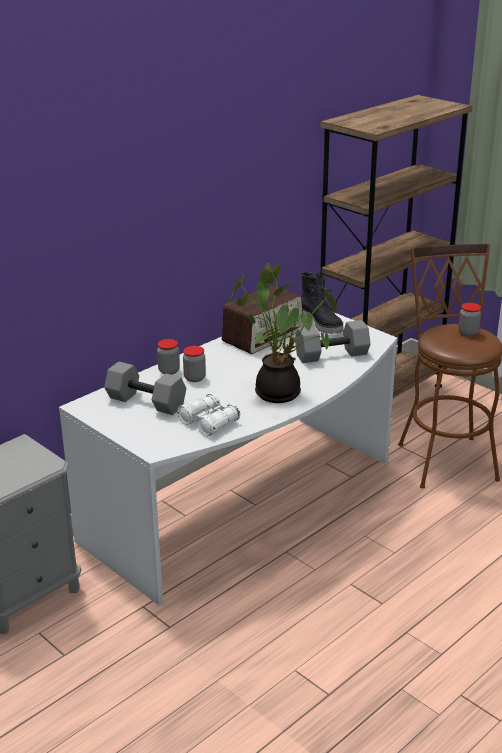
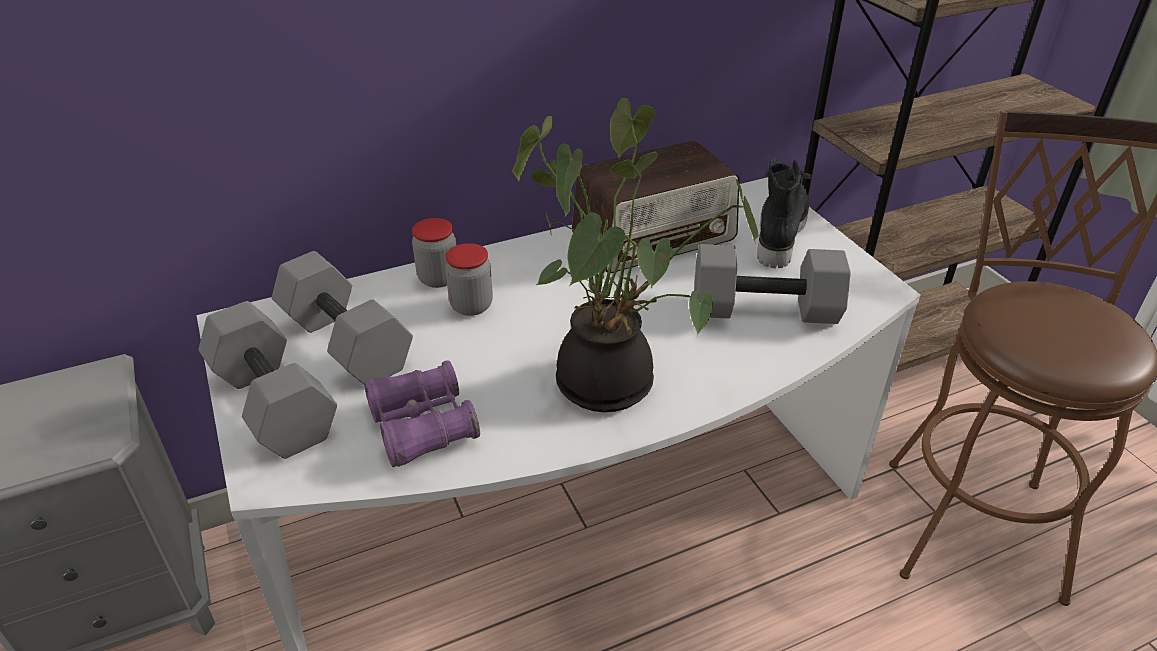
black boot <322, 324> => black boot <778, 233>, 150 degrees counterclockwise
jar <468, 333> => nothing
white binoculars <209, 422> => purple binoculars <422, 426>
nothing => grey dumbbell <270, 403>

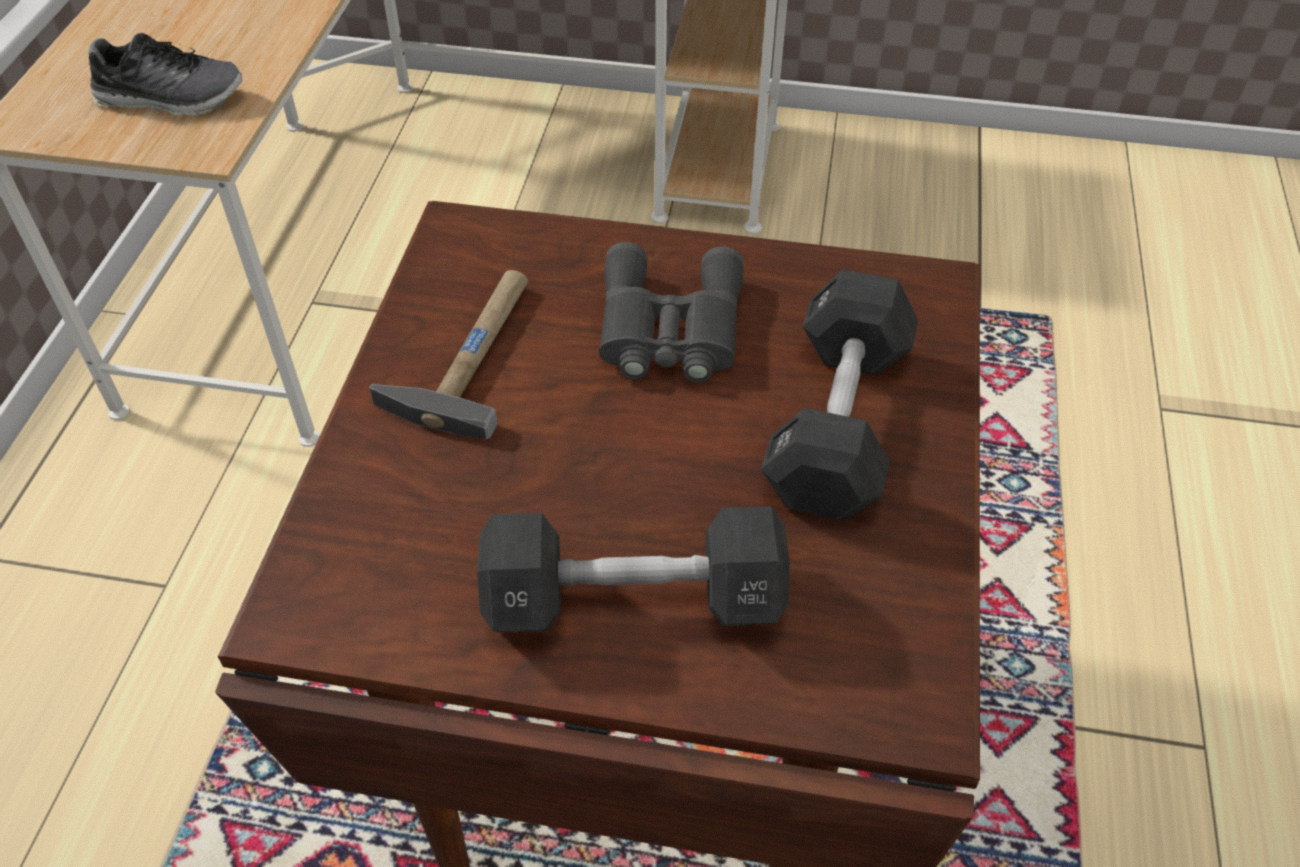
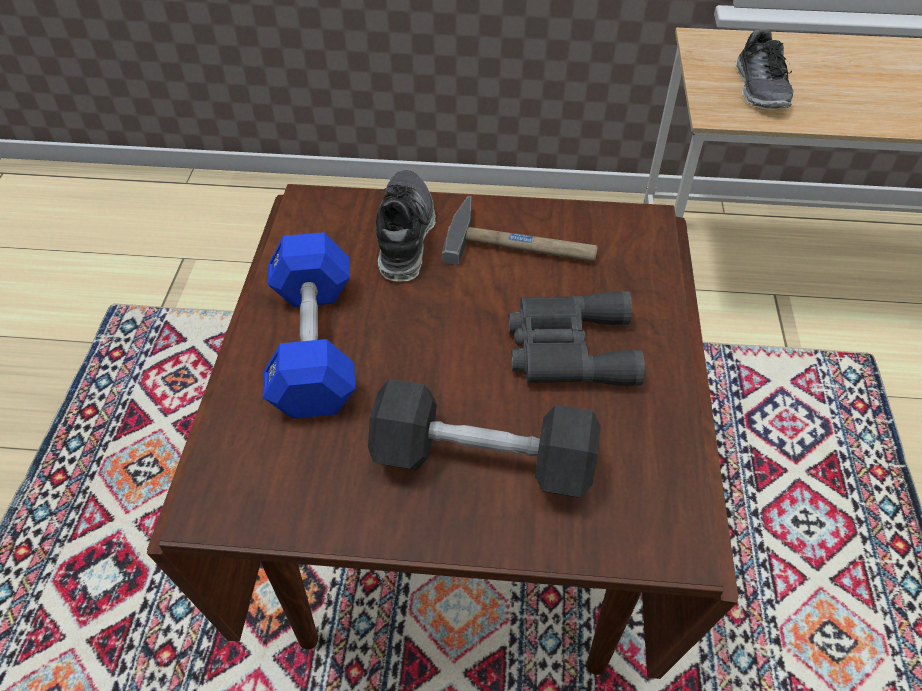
black dumbbell <634, 601> => blue dumbbell <314, 345>
nothing => shoe <404, 235>

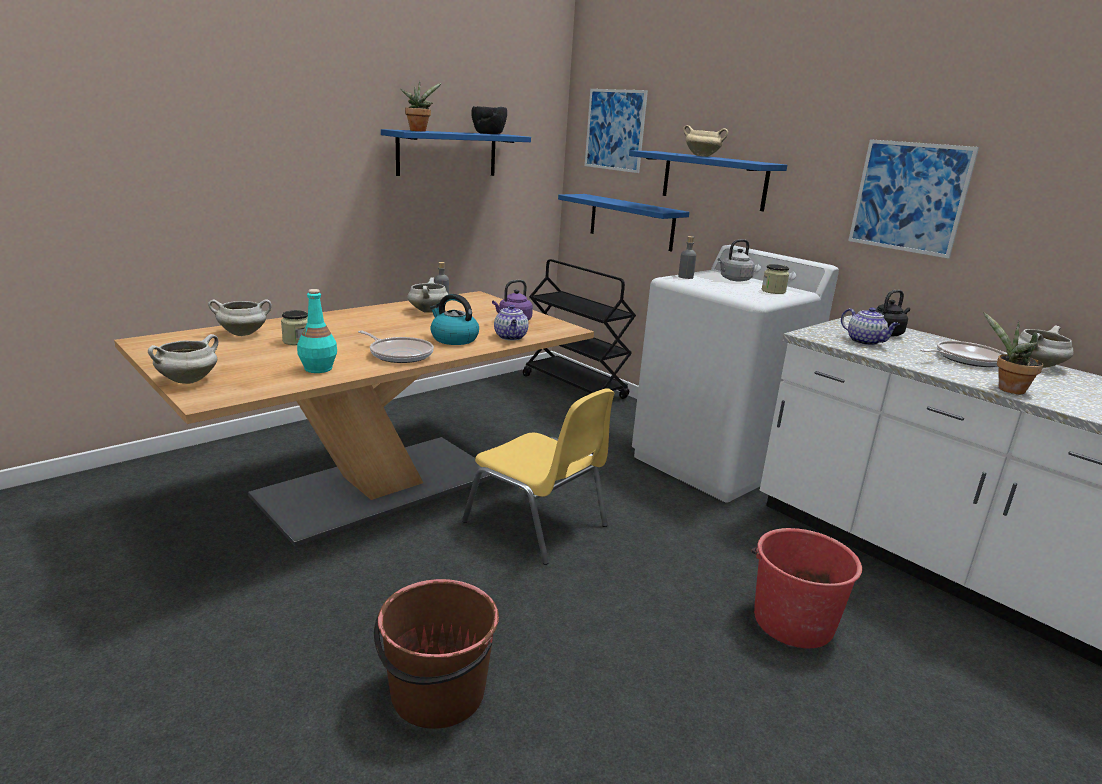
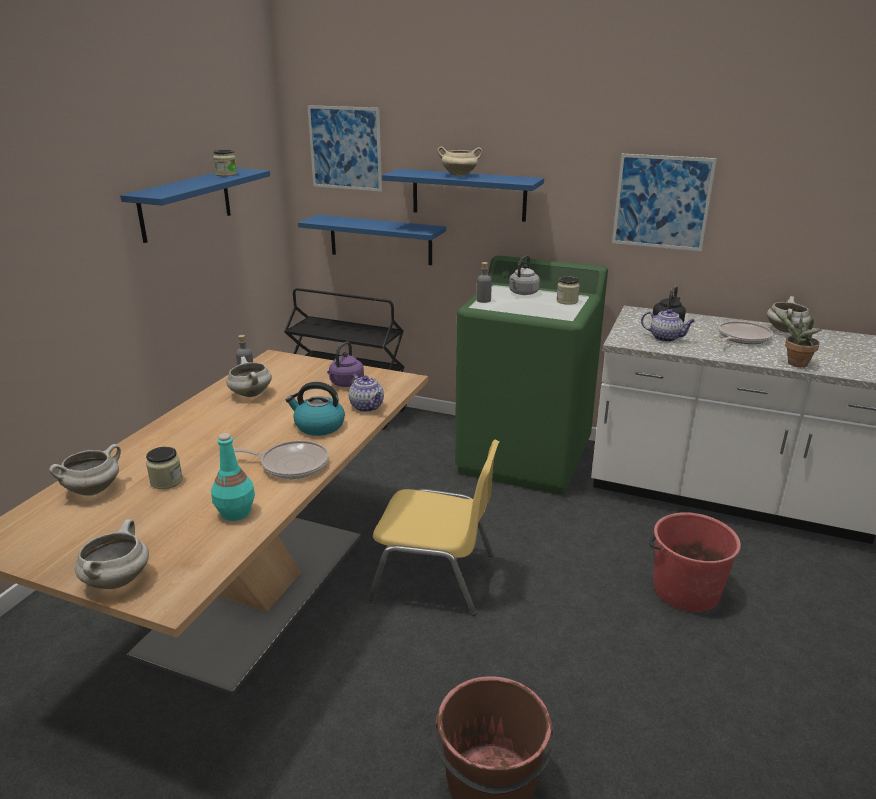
potted plant <419, 131> => nothing
black bowl <489, 133> => jar <226, 174>
white washing machine <714, 463> => green washing machine <525, 457>

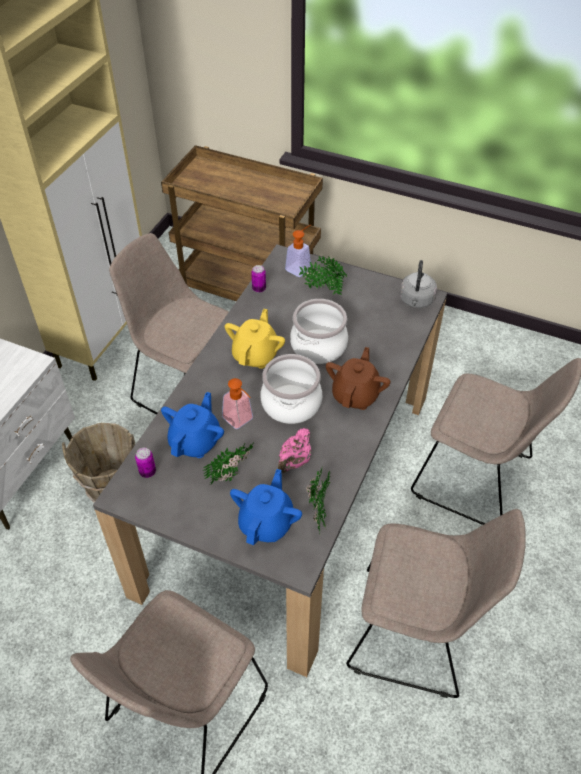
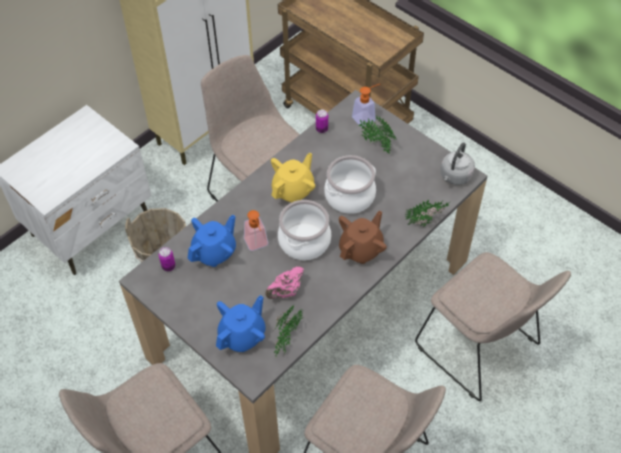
potted plant <232, 475> => potted plant <427, 223>, relocated

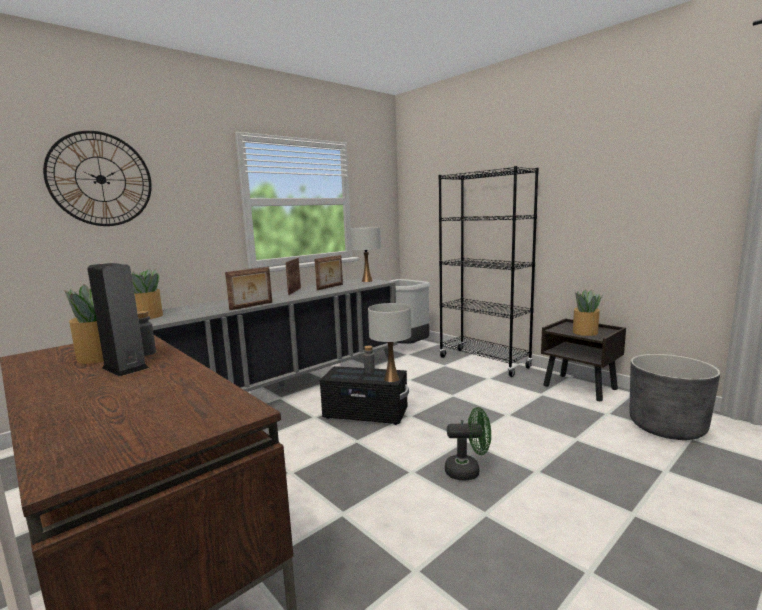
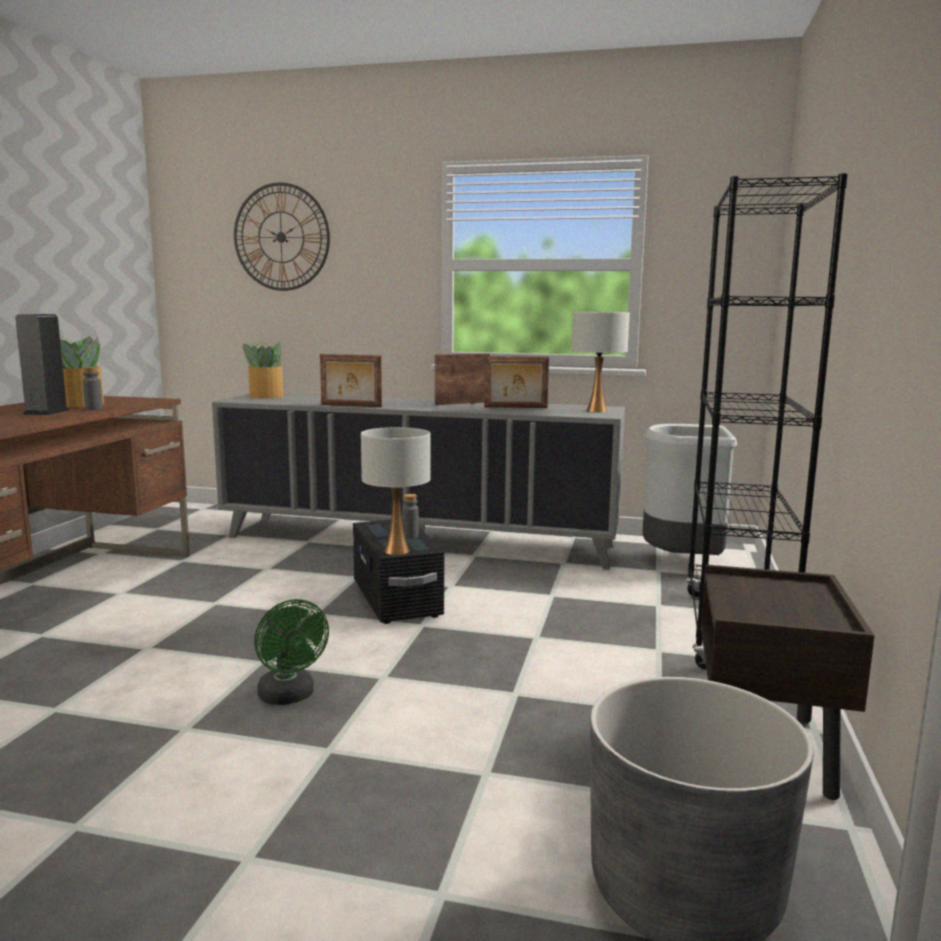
potted plant <584, 332> => nothing

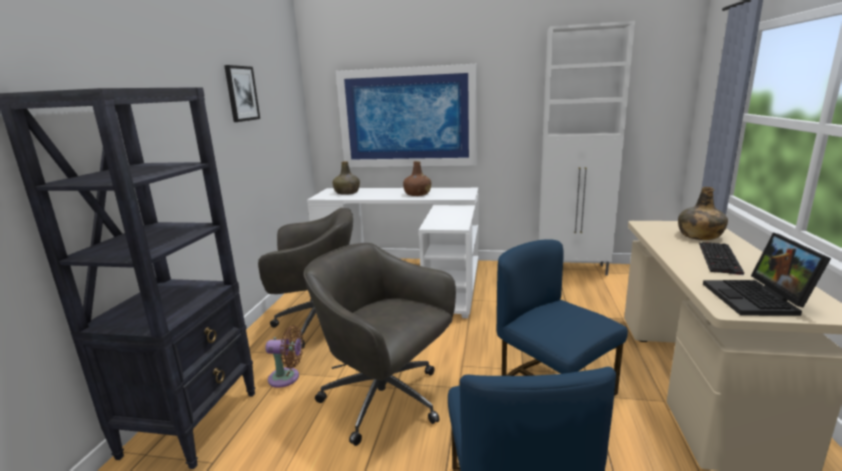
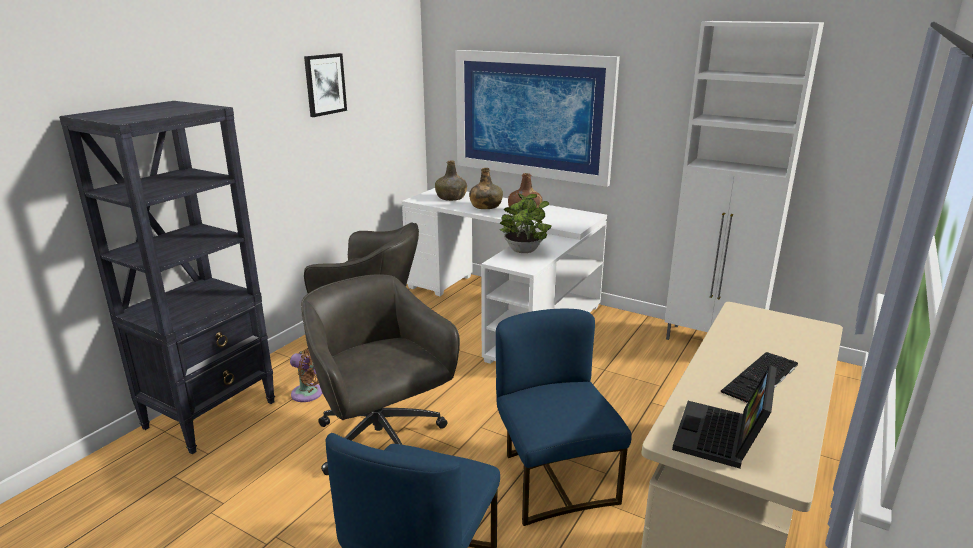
green bottle <699, 236> => green bottle <485, 206>, relocated
nothing => potted plant <523, 251>

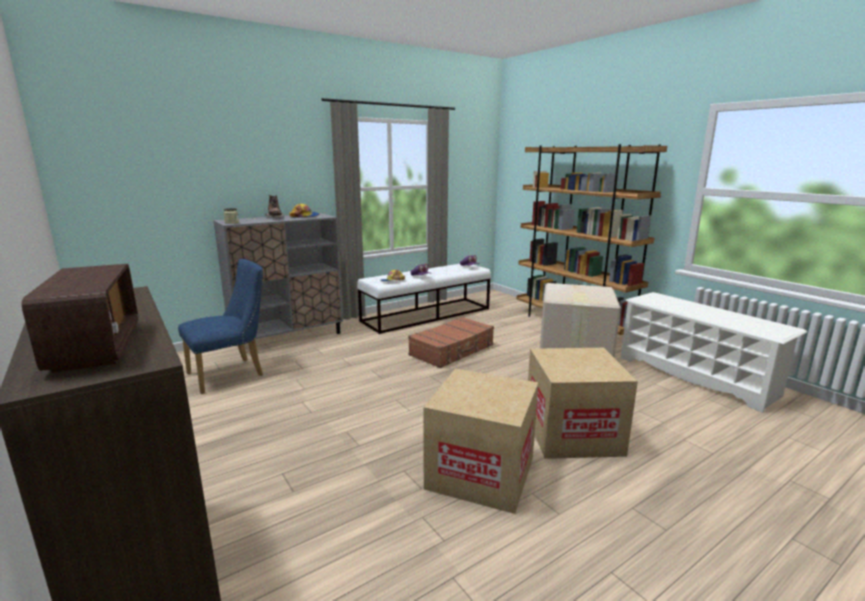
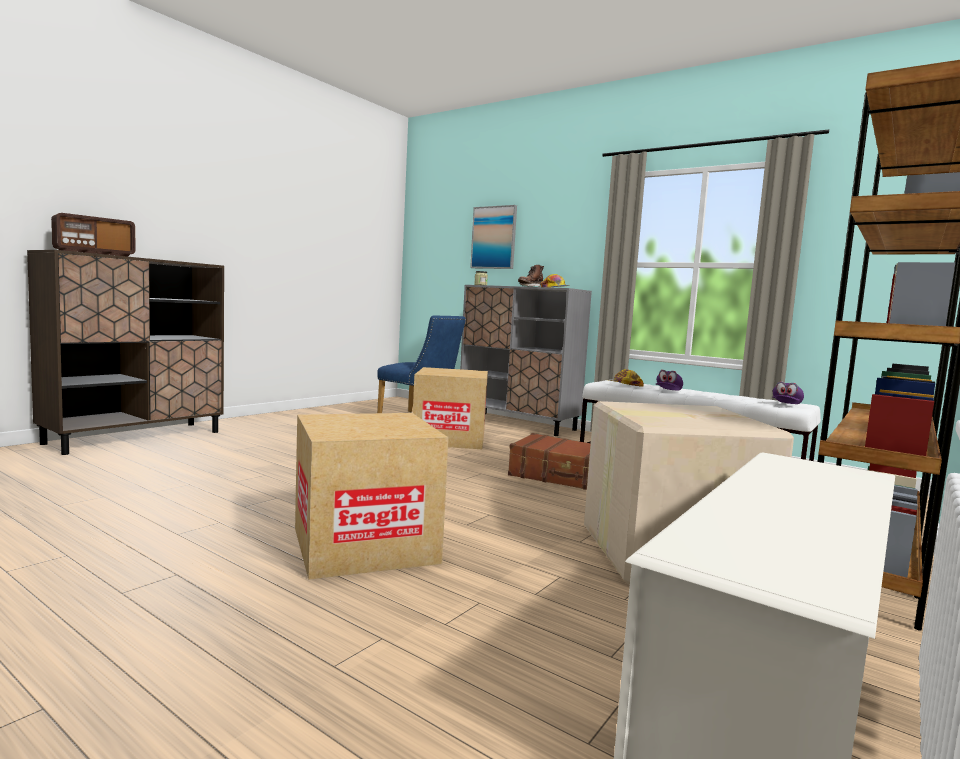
cardboard box <480, 473> => cardboard box <449, 439>, relocated
nothing => picture <494, 237>

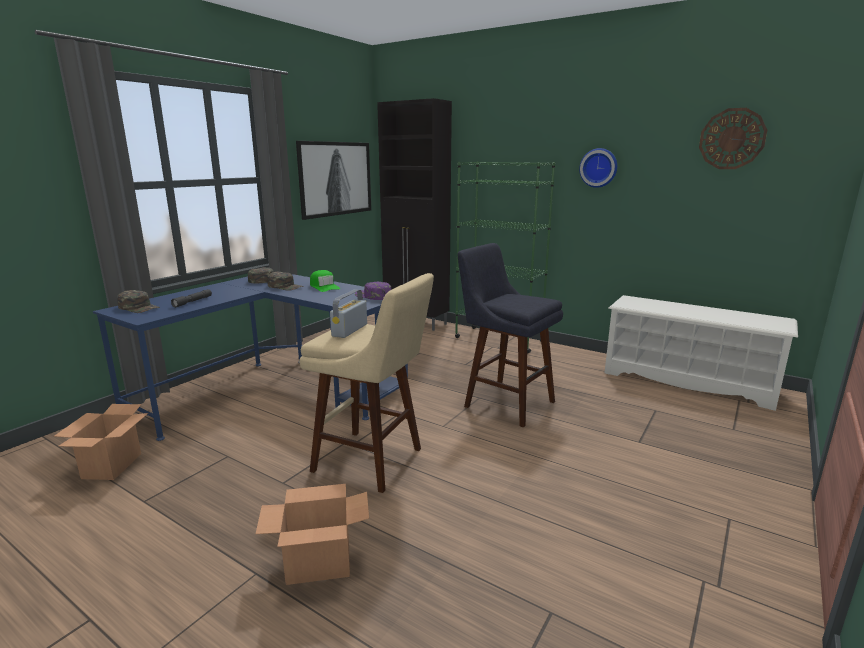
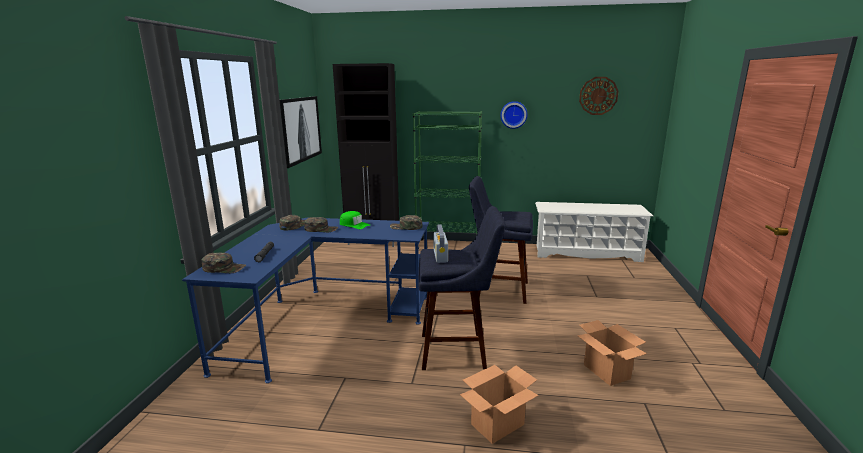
beige stool <374, 461> => blue stool <458, 351>
purple cap <373, 296> => green cap <406, 227>
cardboard box <112, 466> => cardboard box <607, 372>, relocated

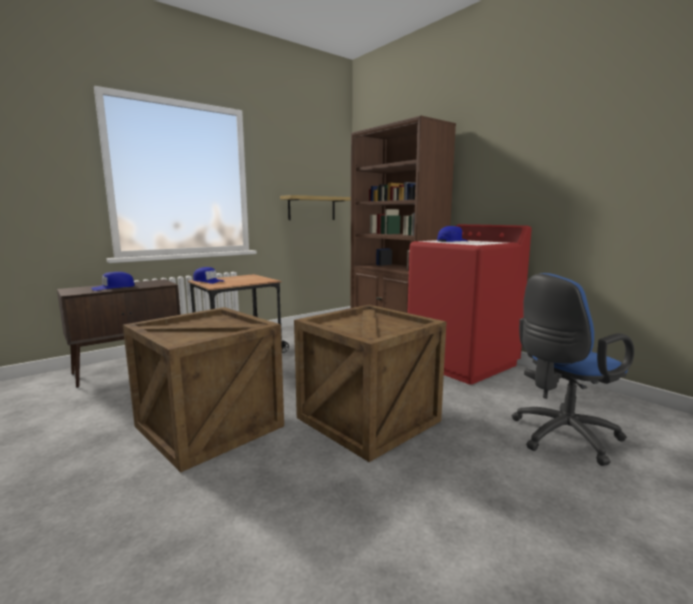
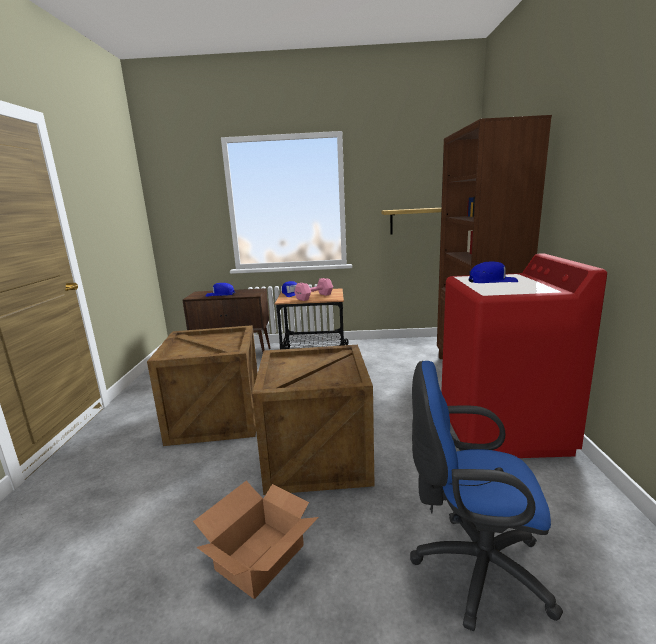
nothing => pink dumbbell <313, 297>
nothing => cardboard box <261, 557>

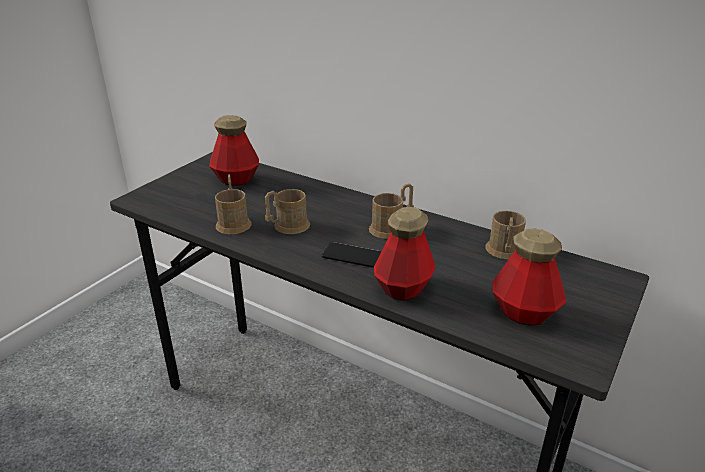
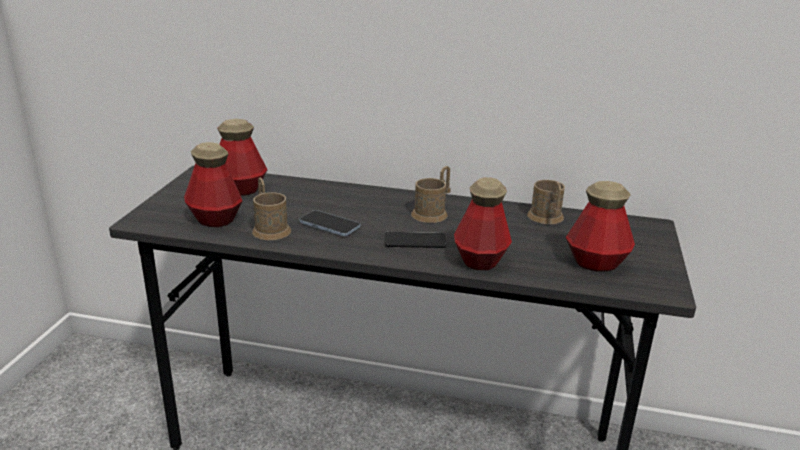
brown mug <287, 226> => phone <329, 225>
nothing => bottle <215, 219>

